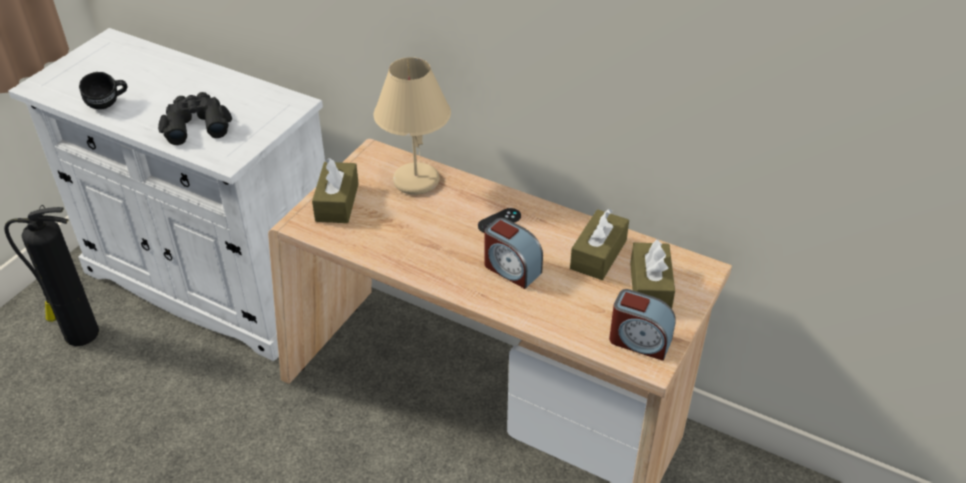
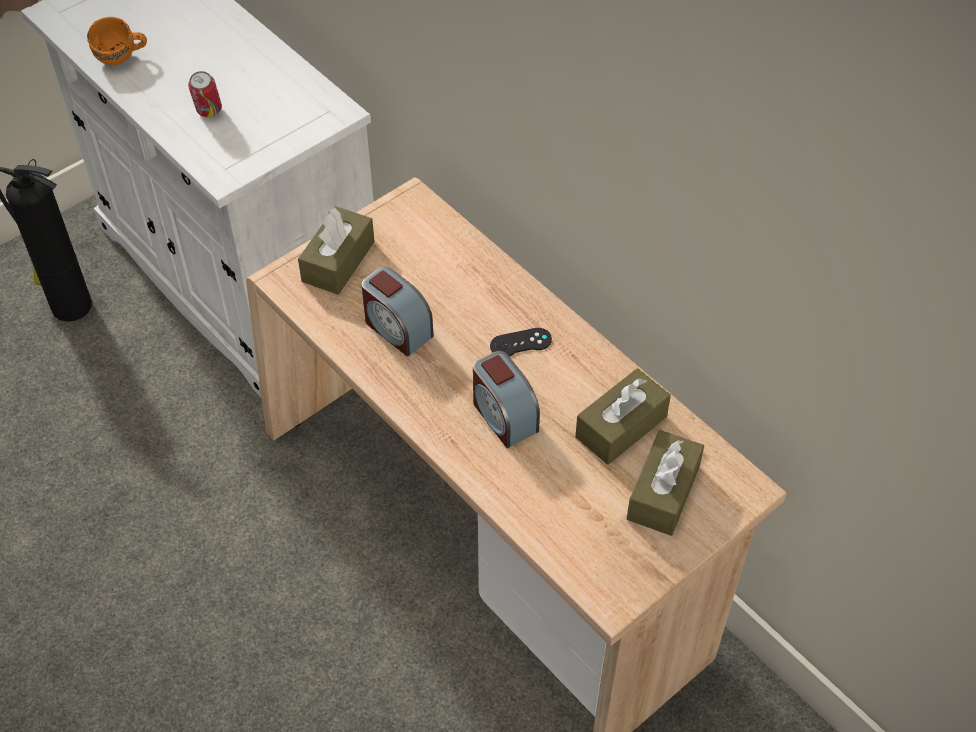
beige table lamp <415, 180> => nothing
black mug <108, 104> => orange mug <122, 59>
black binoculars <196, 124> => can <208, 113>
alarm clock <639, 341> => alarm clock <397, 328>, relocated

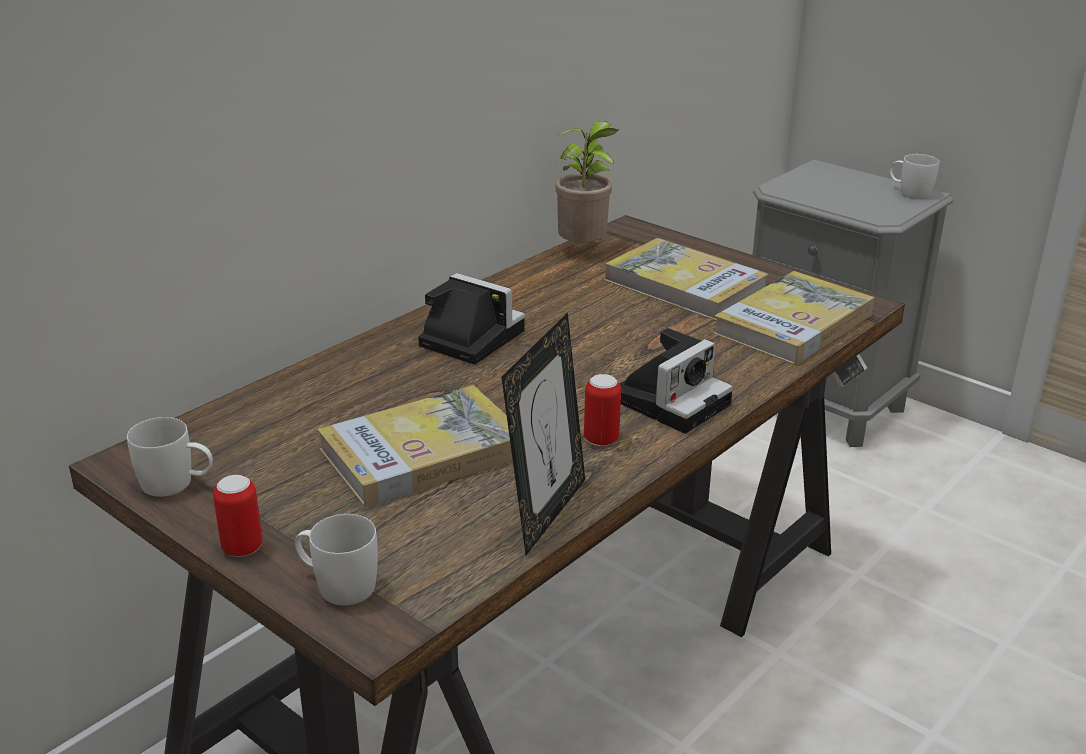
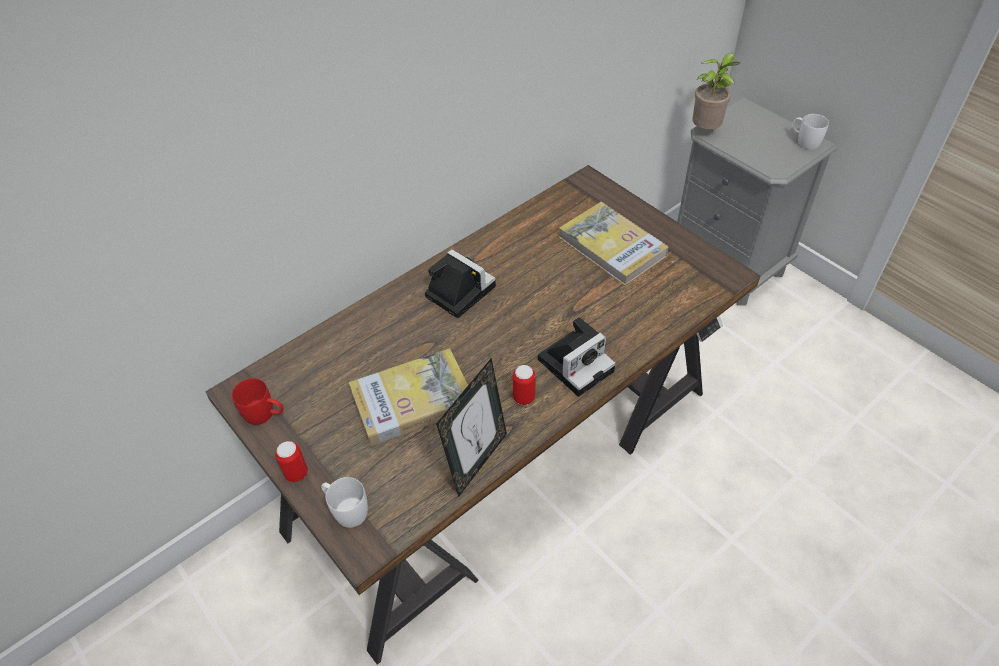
potted plant <584, 251> => potted plant <706, 131>, relocated
book <793, 324> => nothing
white mug <177, 484> => red mug <265, 414>

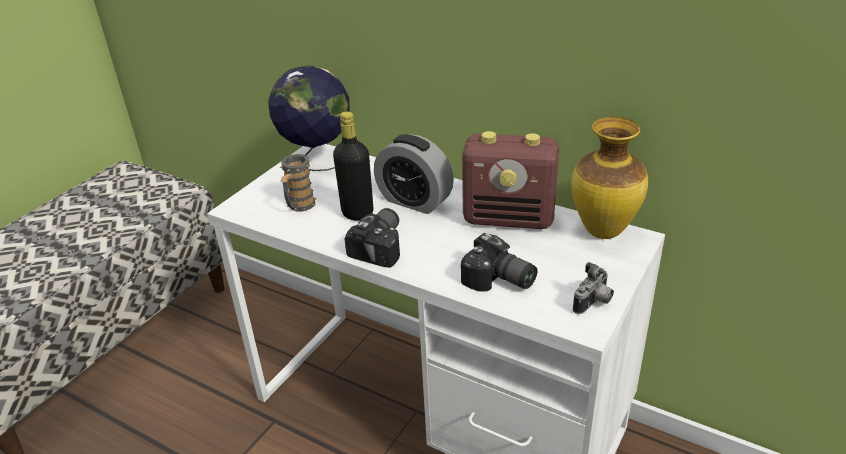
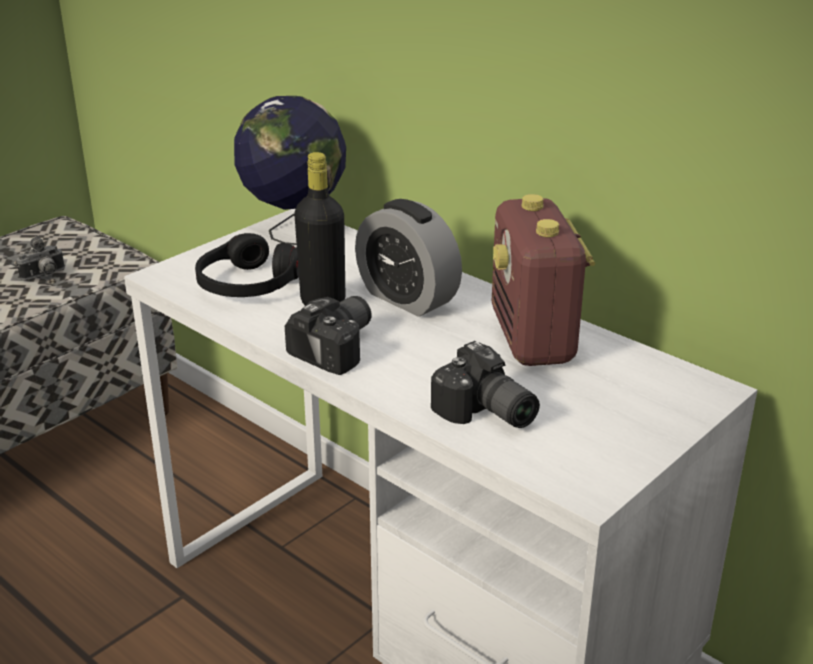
vase <602, 230> => nothing
radio <509, 219> => radio <533, 338>, 60 degrees clockwise
mug <299, 207> => black headphones <247, 284>
photo camera <594, 303> => photo camera <44, 275>, relocated

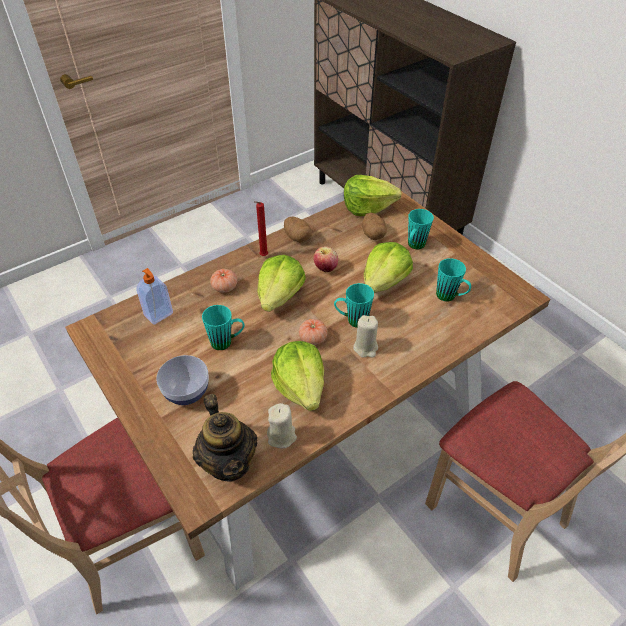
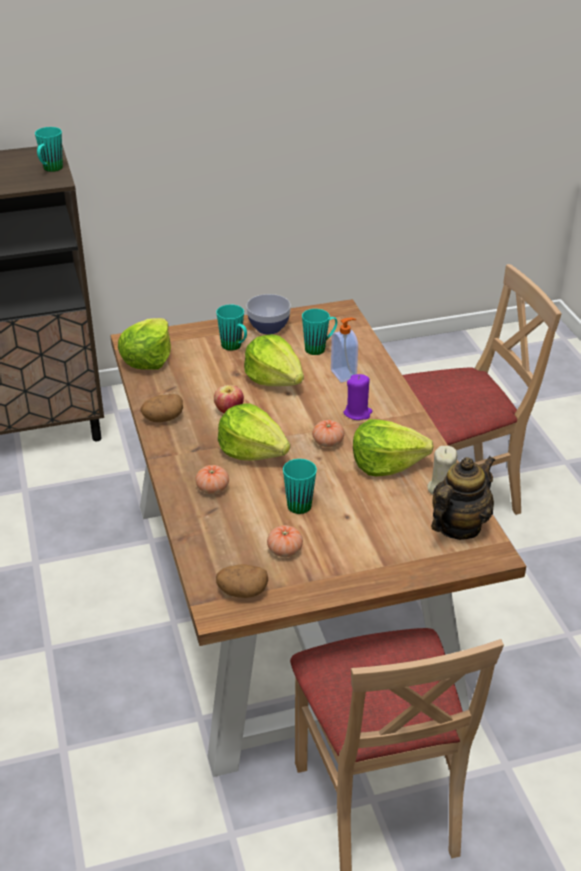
red candle <262, 256> => nothing
potato <373, 234> => potato <242, 592>, relocated
soap dispenser <159, 315> => soap dispenser <344, 374>, relocated
turquoise mug <352, 320> => turquoise mug <50, 170>, relocated
beige candle <365, 348> => purple candle <357, 413>
bowl <186, 393> => bowl <268, 328>, relocated
teapot <229, 462> => teapot <458, 526>, 45 degrees counterclockwise
nothing => tomato <285, 550>

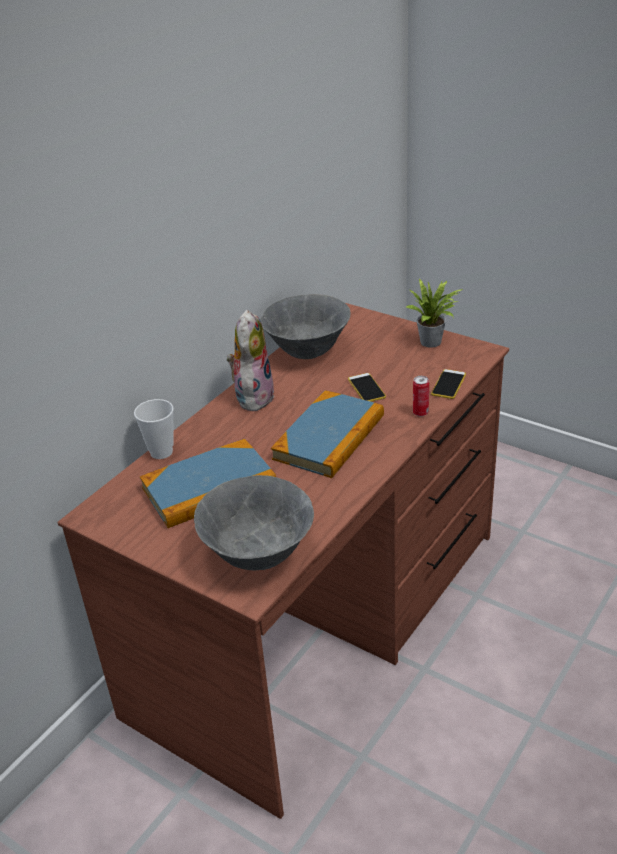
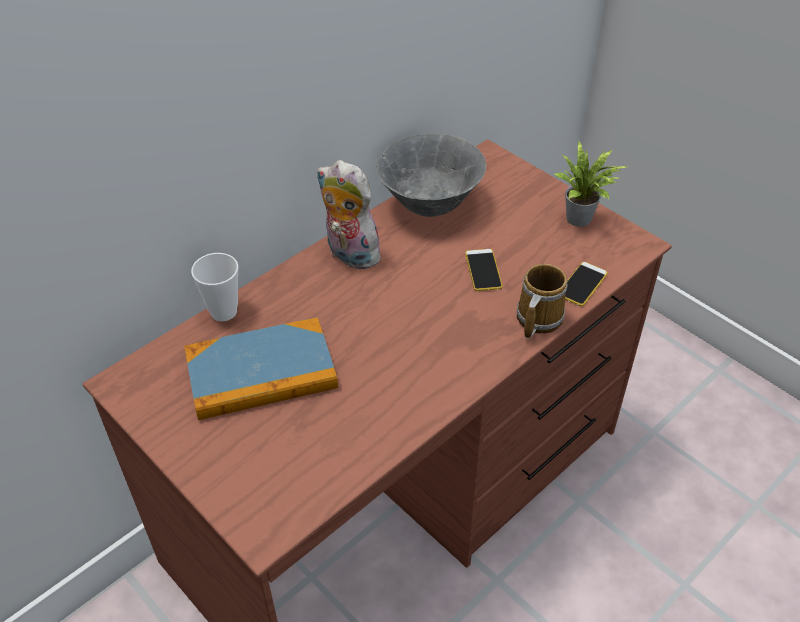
plush toy <253, 396> => plush toy <349, 255>, 75 degrees counterclockwise
can <420, 413> => mug <536, 319>
book <329, 437> => nothing
grey bowl <259, 556> => nothing

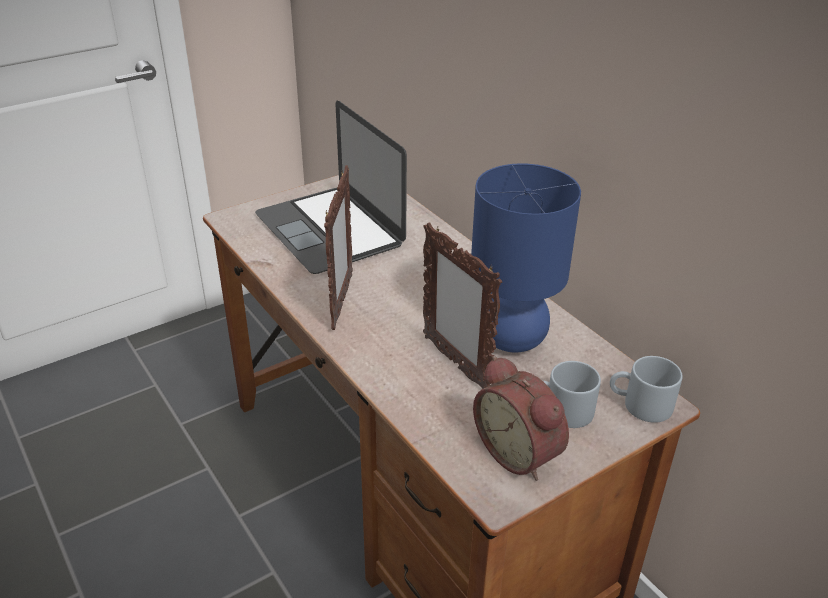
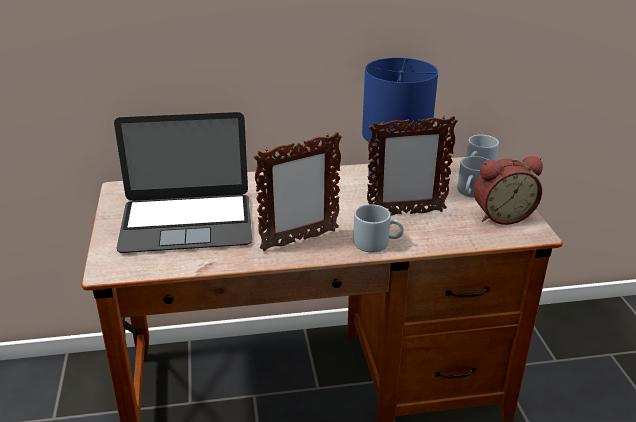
picture frame <341, 302> => picture frame <299, 240>, 120 degrees clockwise
nothing => grey mug <377, 242>

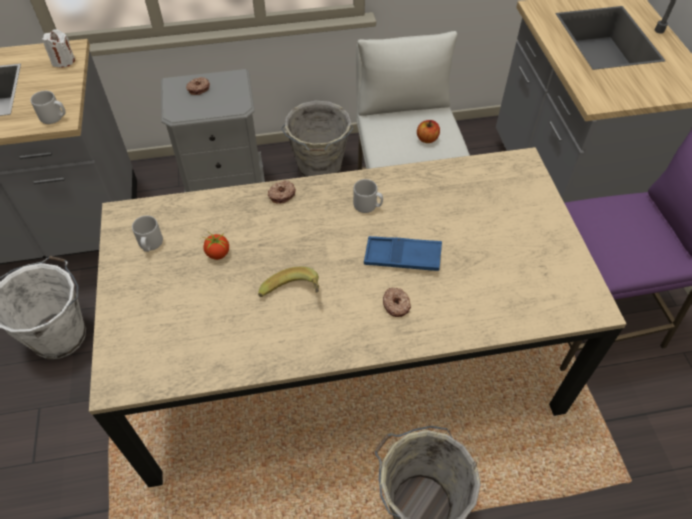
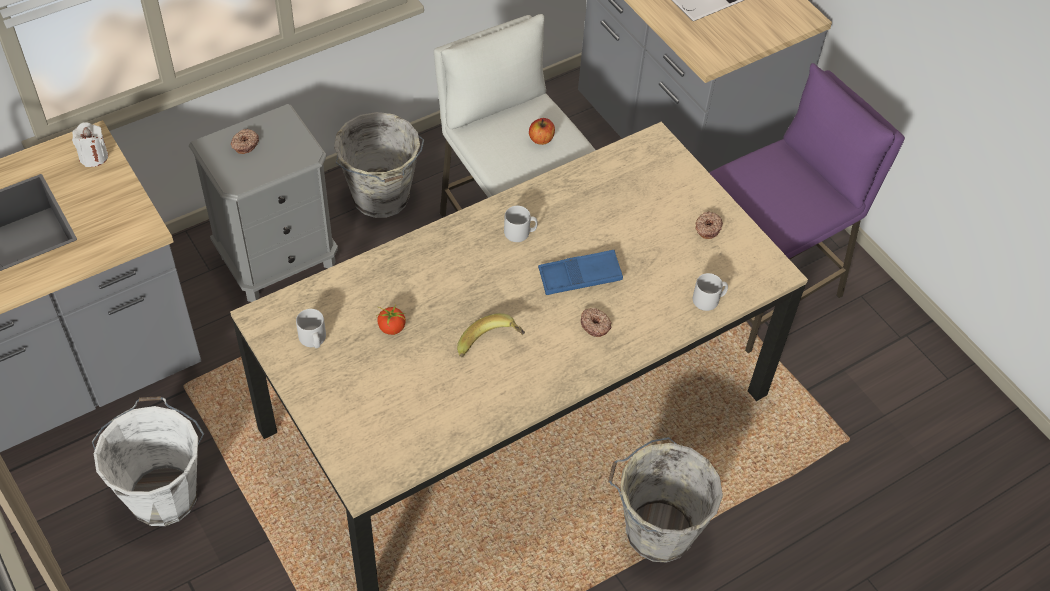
grey mug <54, 117> => grey mug <708, 300>, relocated
donut <281, 194> => donut <707, 228>, relocated

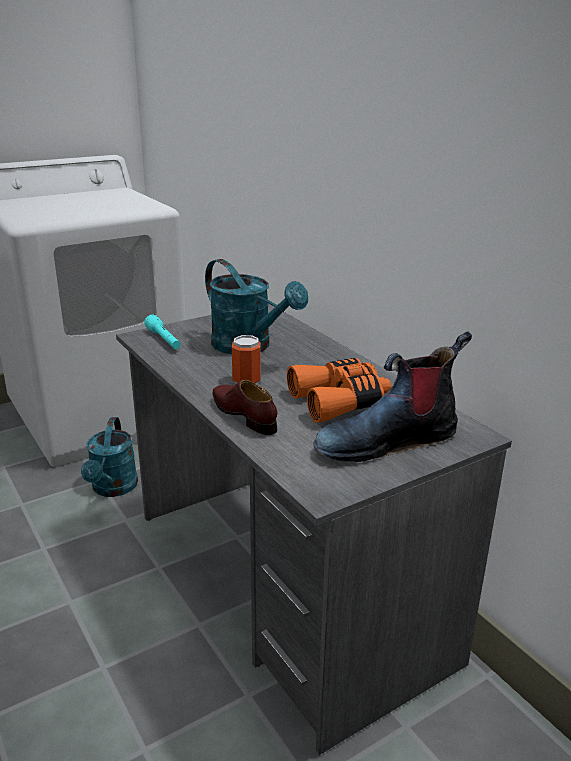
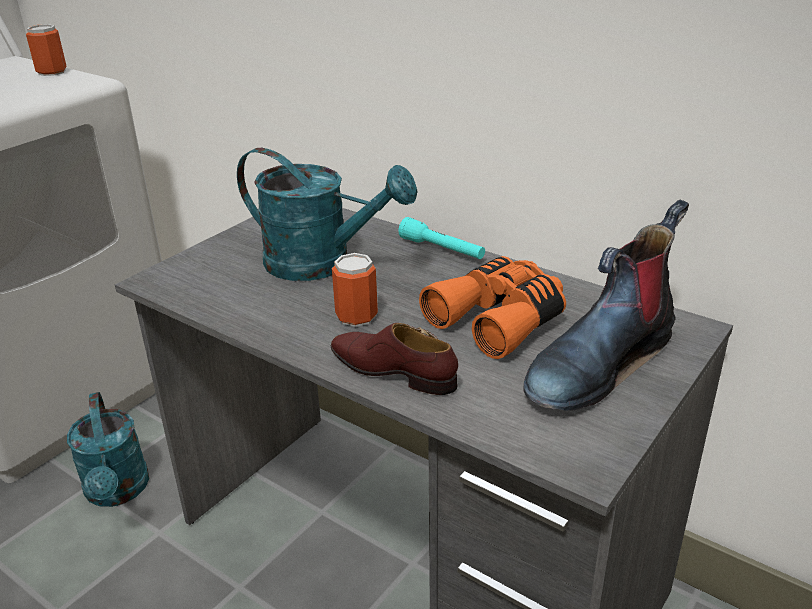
turquoise flashlight <164, 340> => turquoise flashlight <442, 250>, relocated
nothing => can <52, 72>

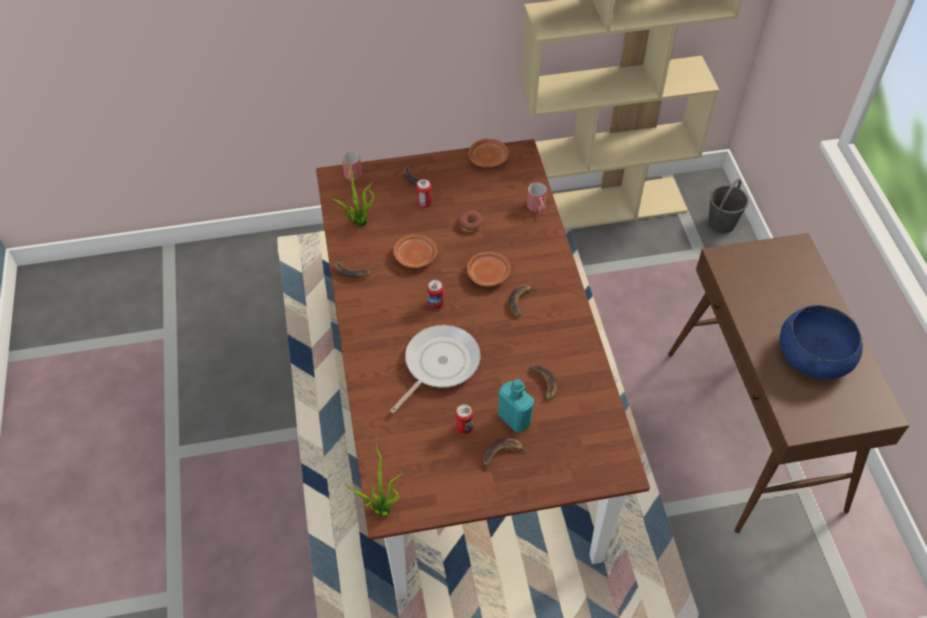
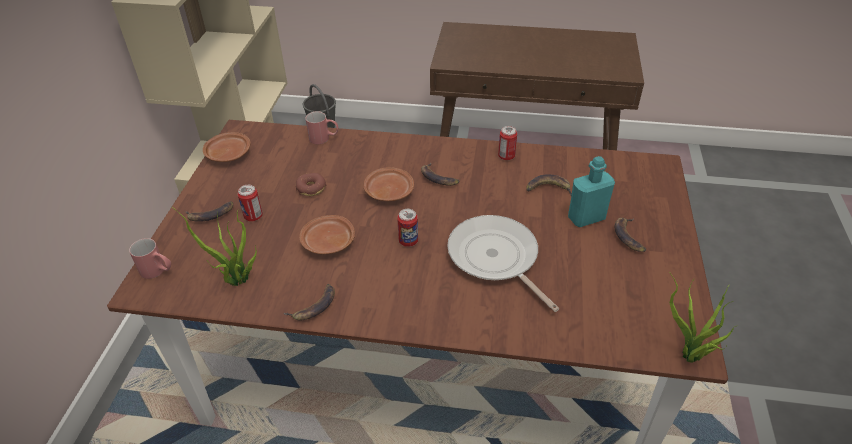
blue bowl <815, 355> => nothing
can <464, 428> => can <506, 156>, relocated

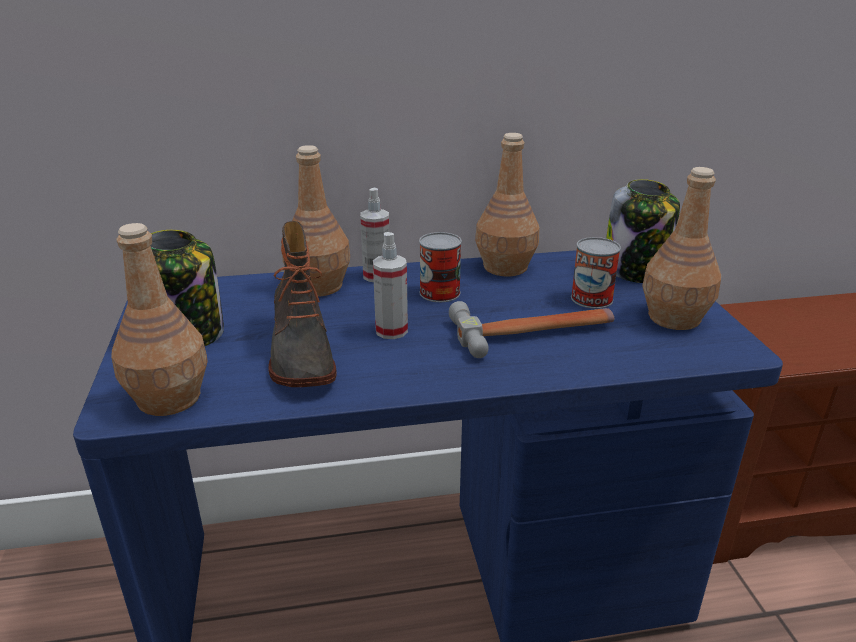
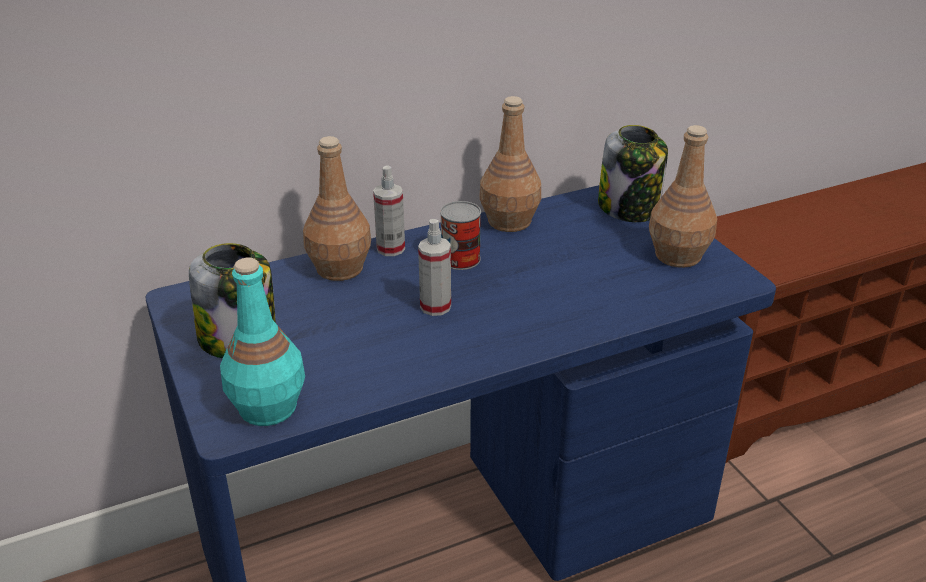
boot <299, 353> => nothing
brown bottle <169, 398> => turquoise bottle <267, 407>
can <591, 298> => nothing
hammer <534, 332> => nothing

